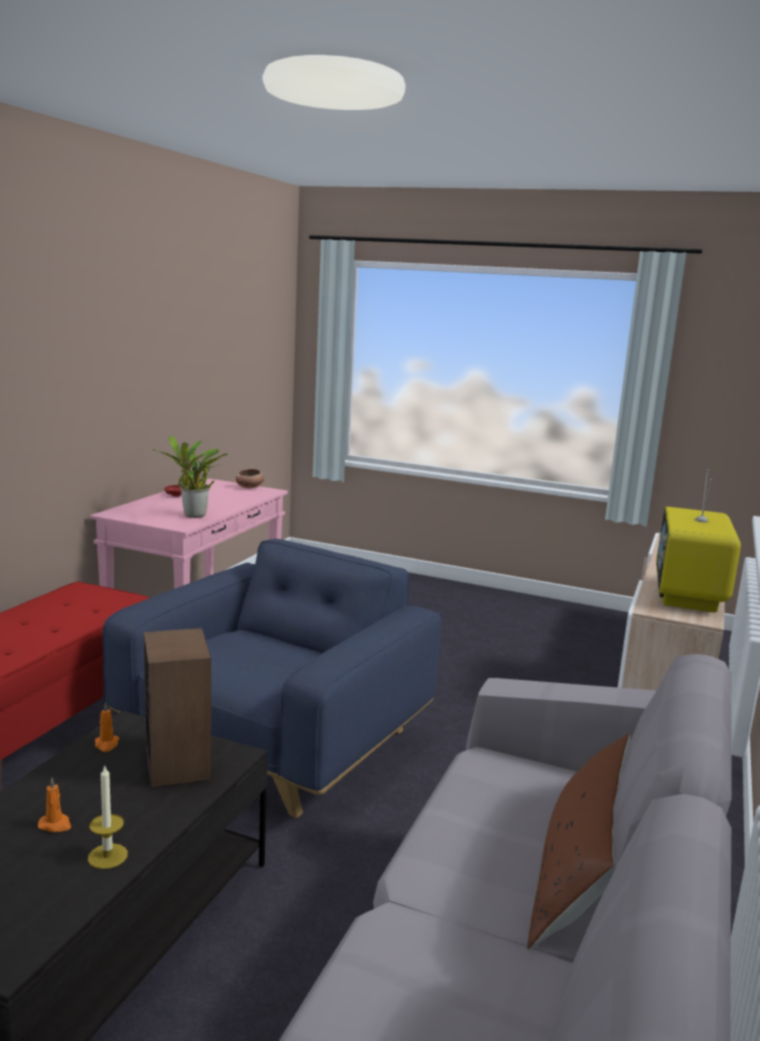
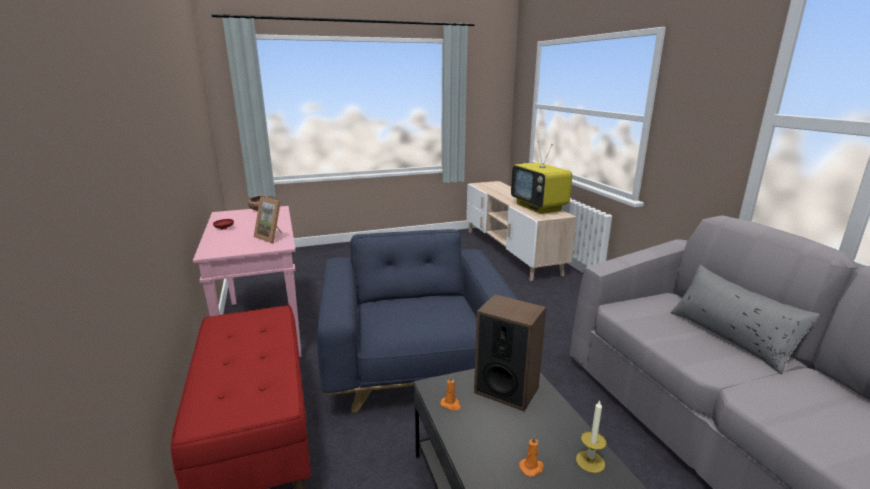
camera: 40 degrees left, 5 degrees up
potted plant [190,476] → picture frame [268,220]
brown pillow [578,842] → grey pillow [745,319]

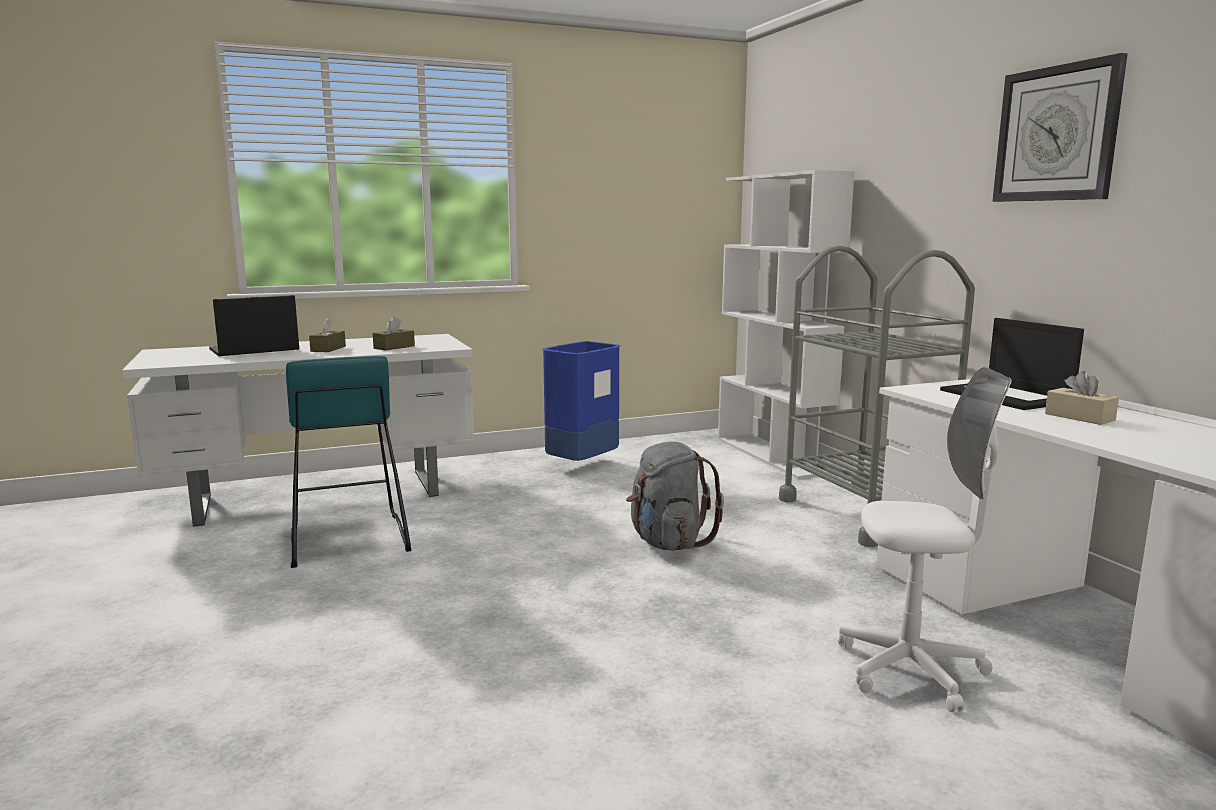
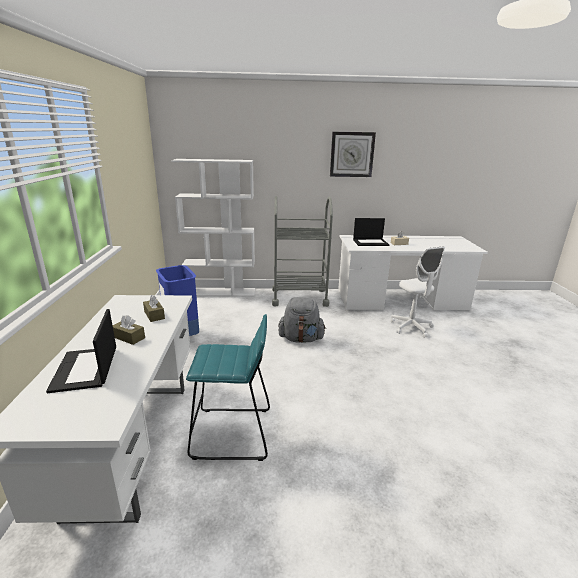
camera: 70 degrees left, 10 degrees up
white office chair [925,539] → white office chair [418,292], 135 degrees clockwise

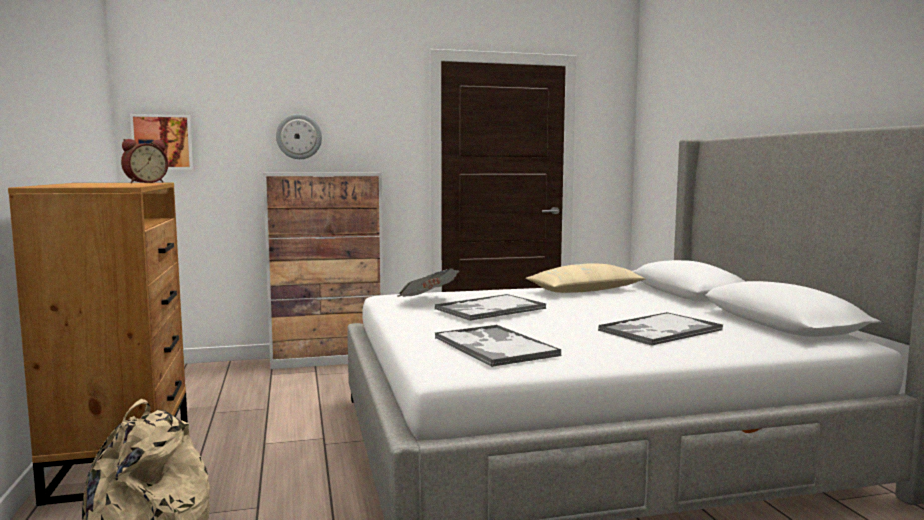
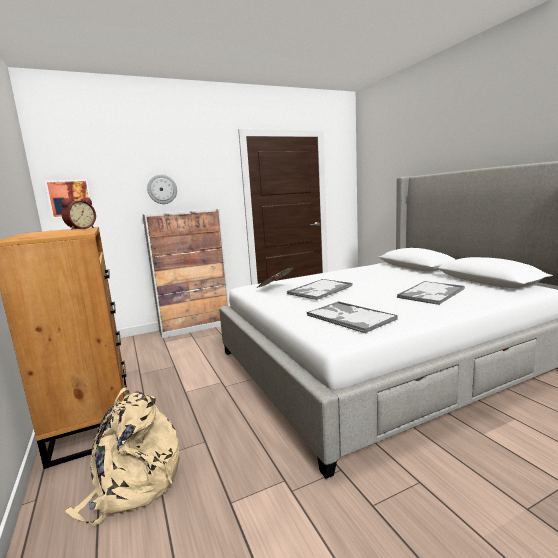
camera: 10 degrees left, 5 degrees up
beige pillow [585,278] → -

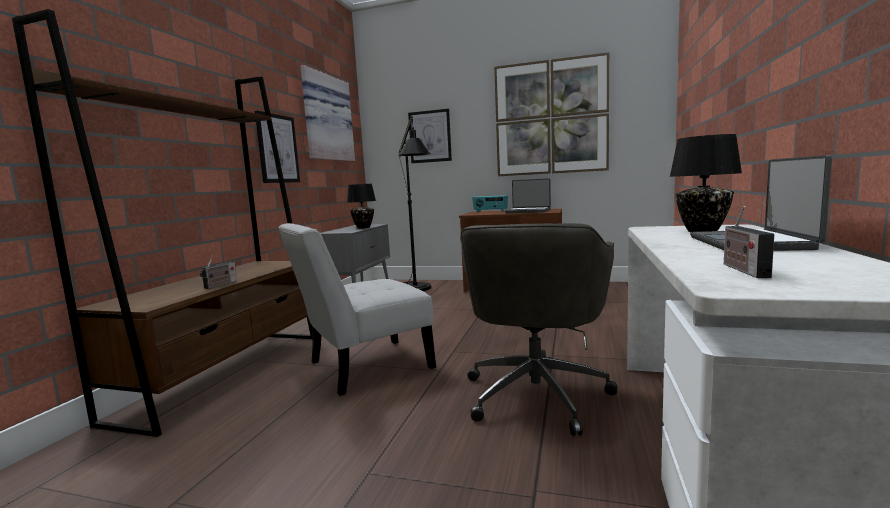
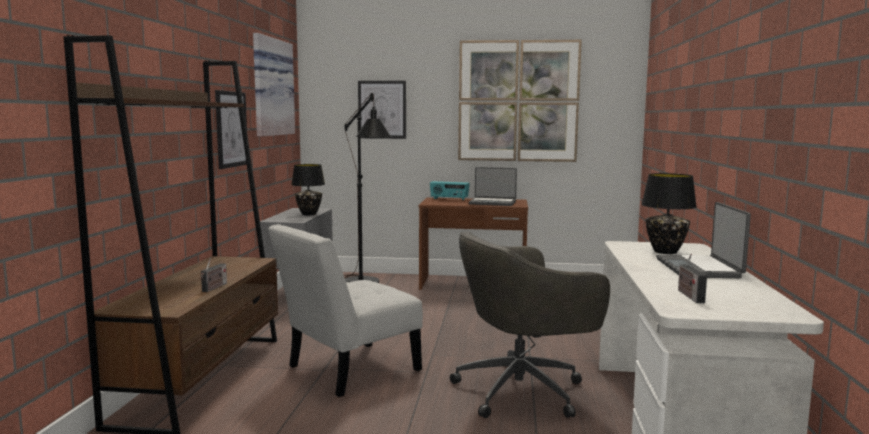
camera: 10 degrees left, 0 degrees up
grey office chair [539,329] → grey office chair [530,324], 60 degrees clockwise

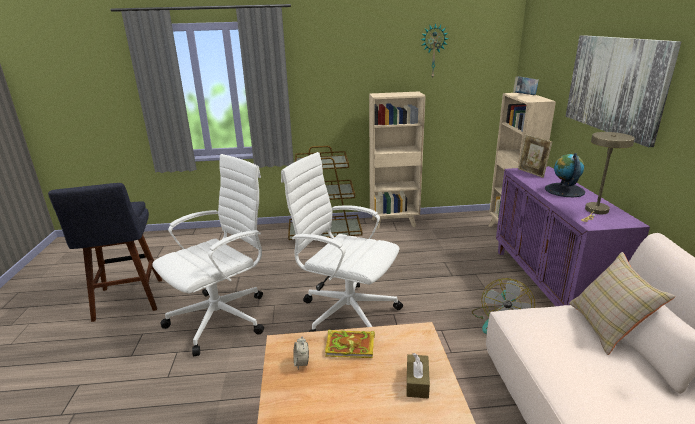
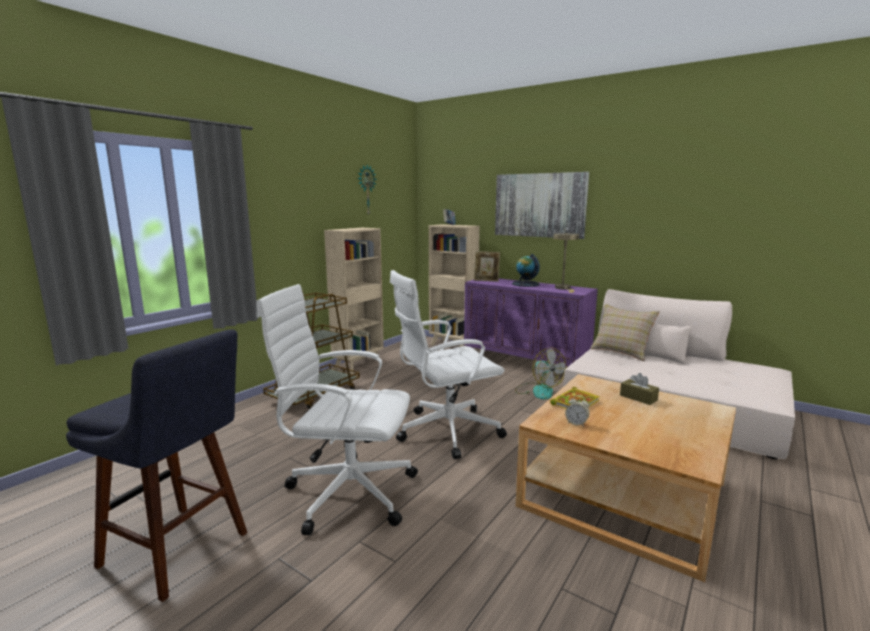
camera: 50 degrees left, 10 degrees down
white office chair [208,255] → white office chair [337,409], 75 degrees counterclockwise

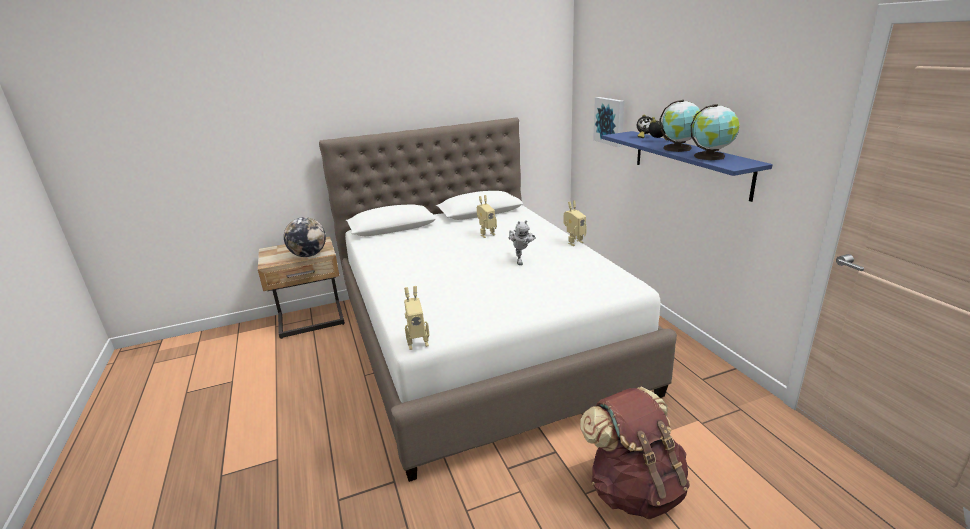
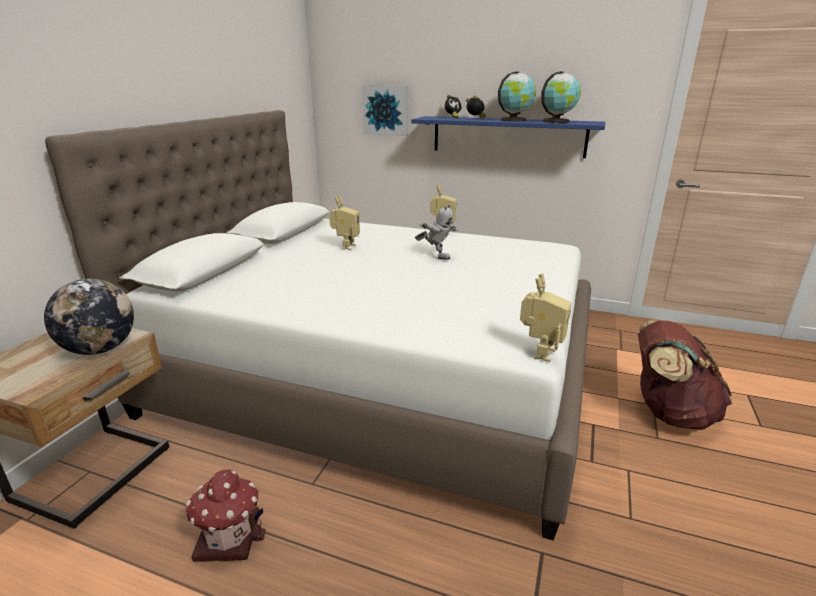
camera: 50 degrees left, 0 degrees up
- → toy house [226,515]

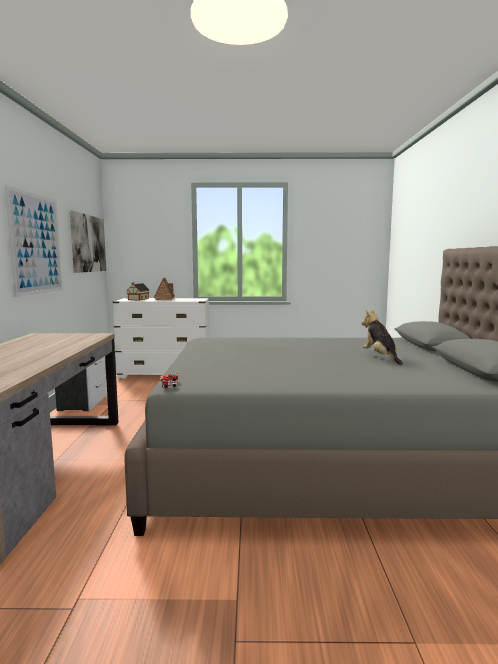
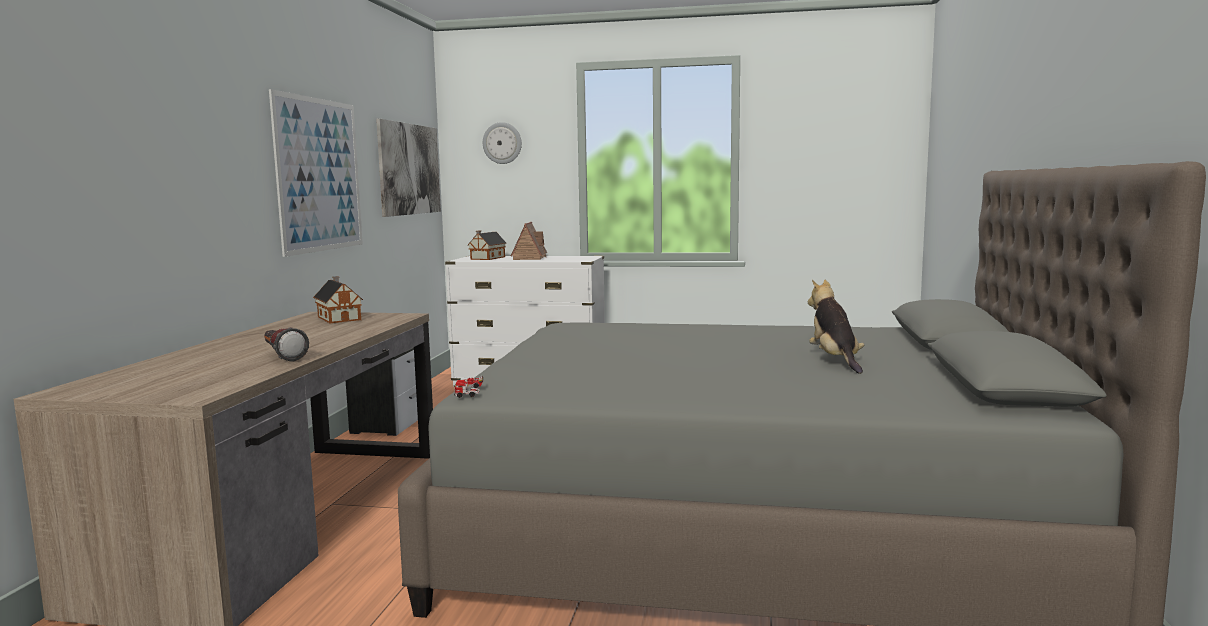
camera: 10 degrees right, 0 degrees up
- → flashlight [286,344]
- → toy house [338,300]
- → wall clock [502,143]

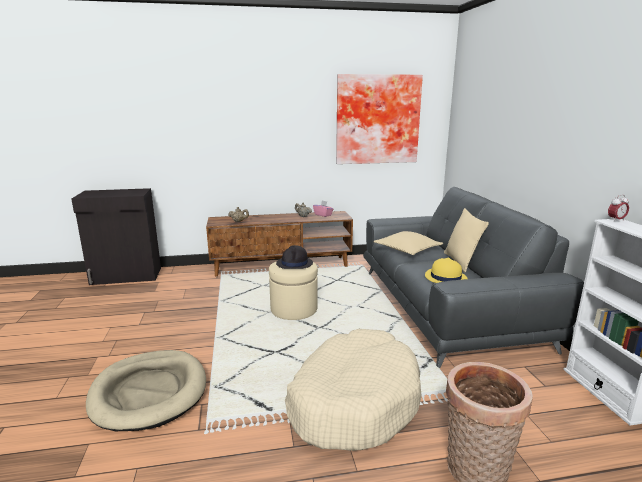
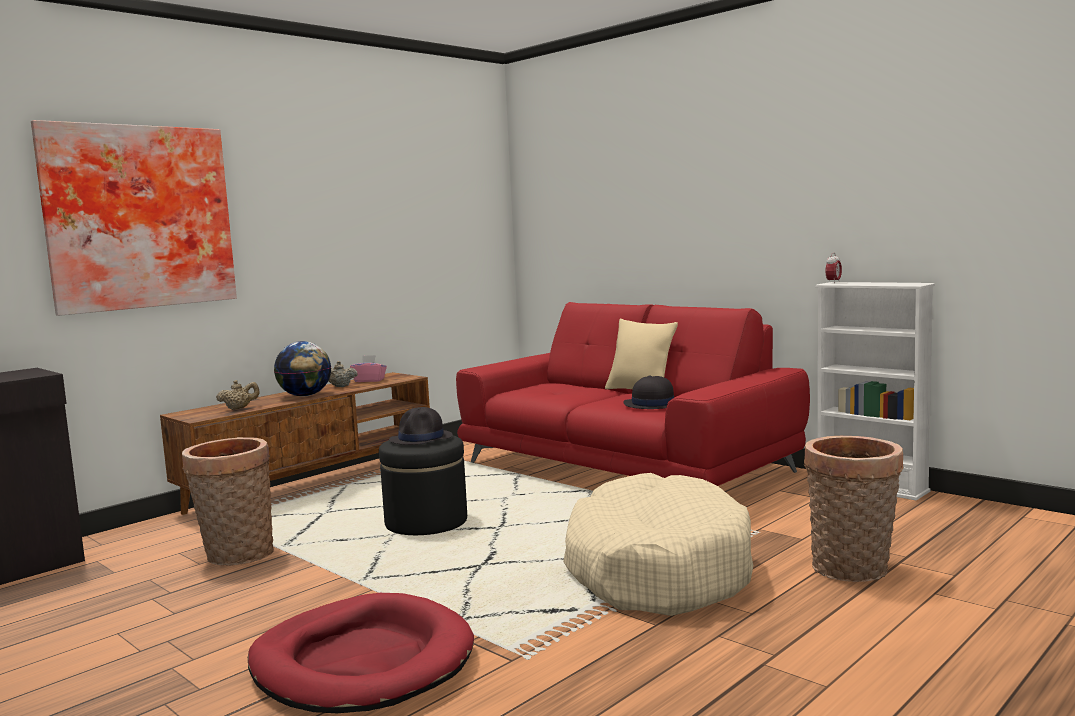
camera: 35 degrees left, 10 degrees down
beige dog bed [146,390] → red dog bed [361,653]
beige ottoman [293,290] → black ottoman [423,485]
picture [379,119] → picture [134,218], shifted
grey sofa [473,277] → red sofa [633,394]
beige pillow [408,243] → -
yellow hat [446,270] → black hat [648,392]
- → basket [228,501]
- → globe [302,369]

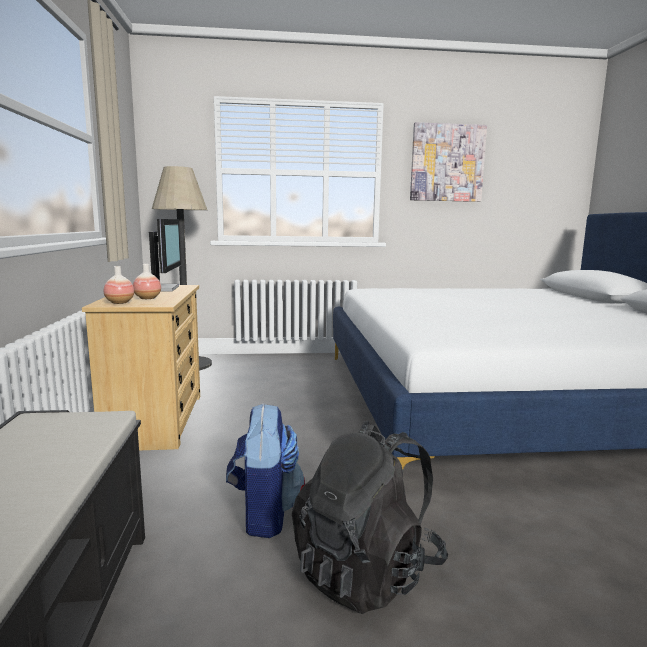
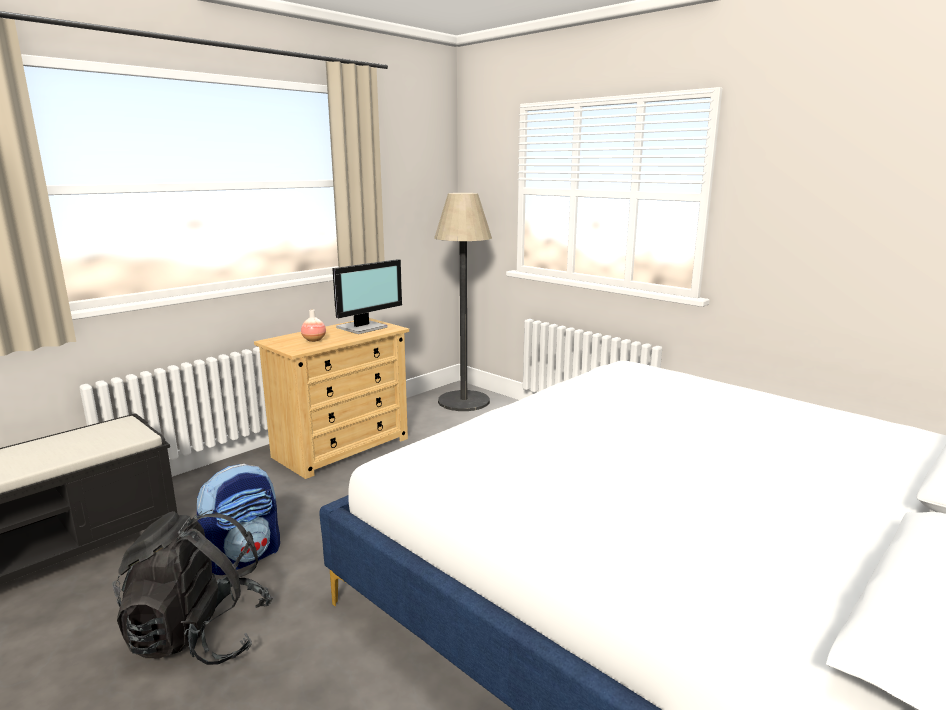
camera: 50 degrees right, 5 degrees up
vase [119,285] → -
picture [448,162] → -

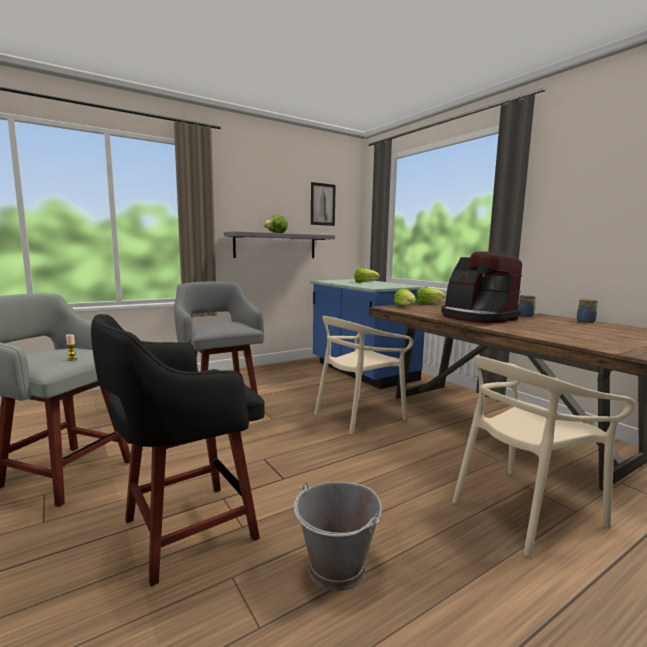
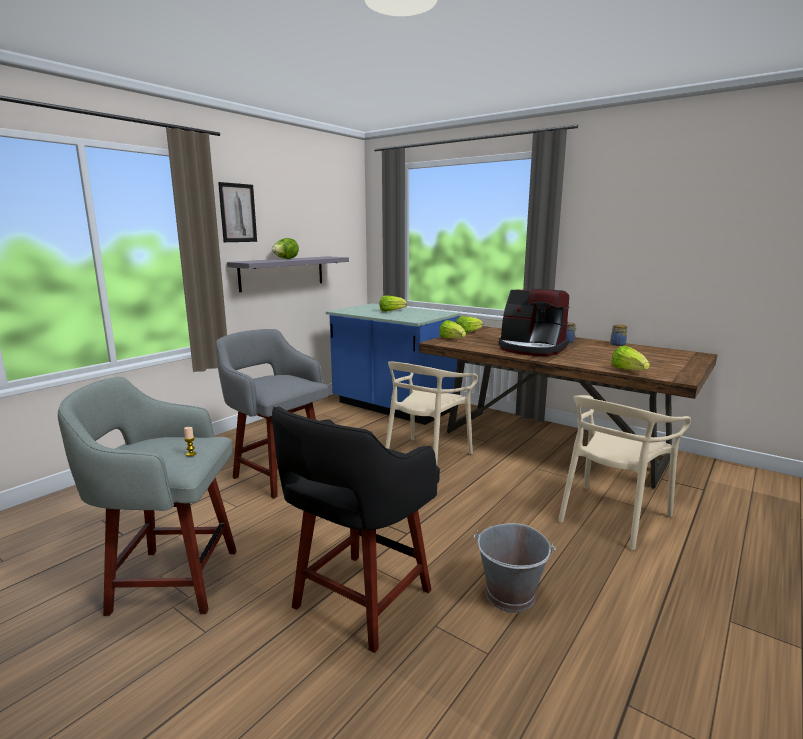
camera: 20 degrees left, 5 degrees up
picture [323,204] → picture [237,212], shifted
- → lettuce [630,358]

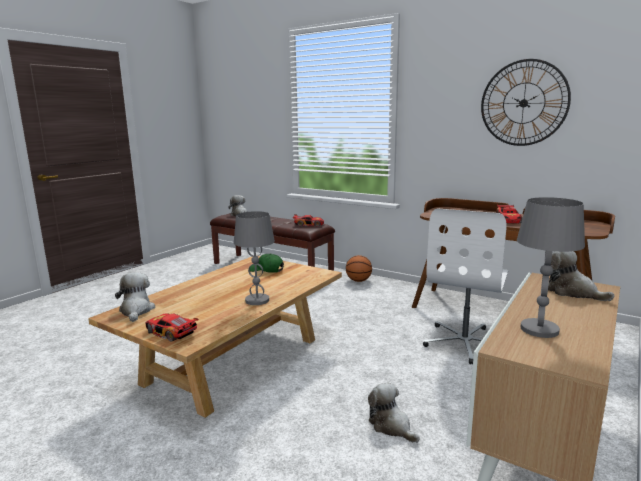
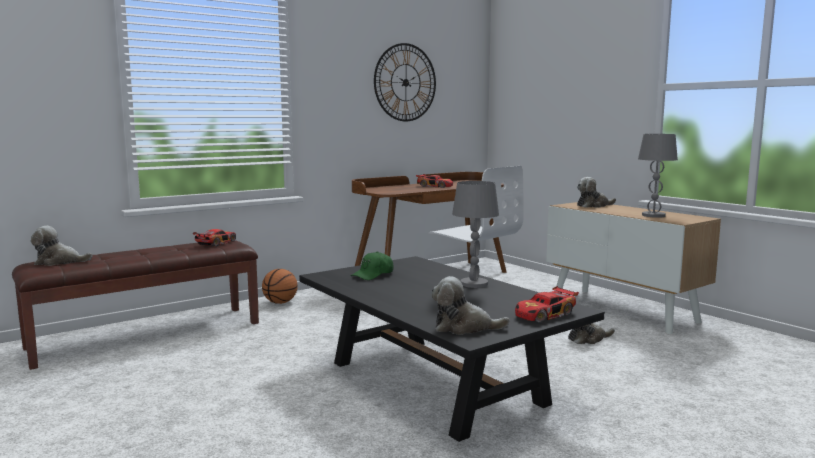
camera: 70 degrees left, 5 degrees down
beige coffee table [215,336] → black coffee table [452,349]

